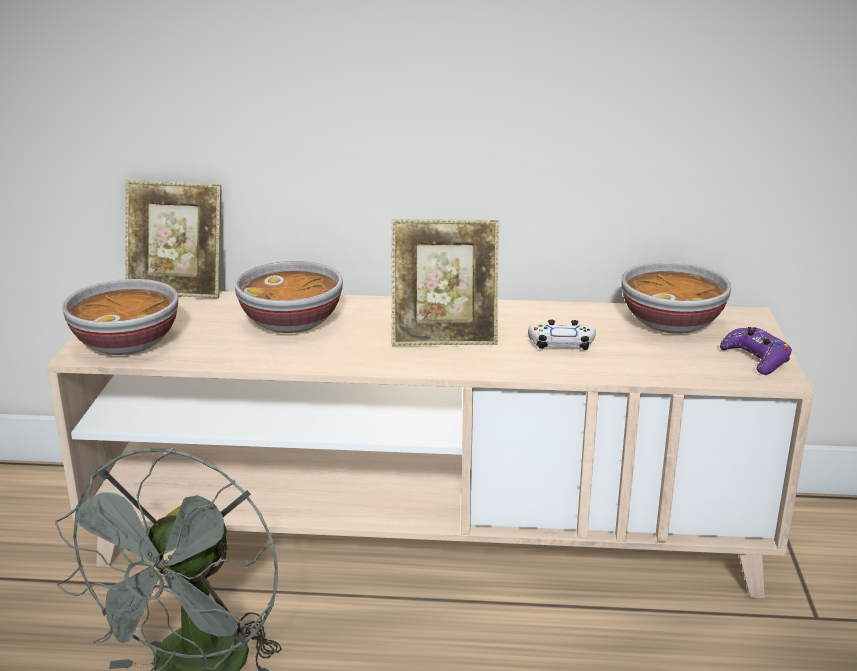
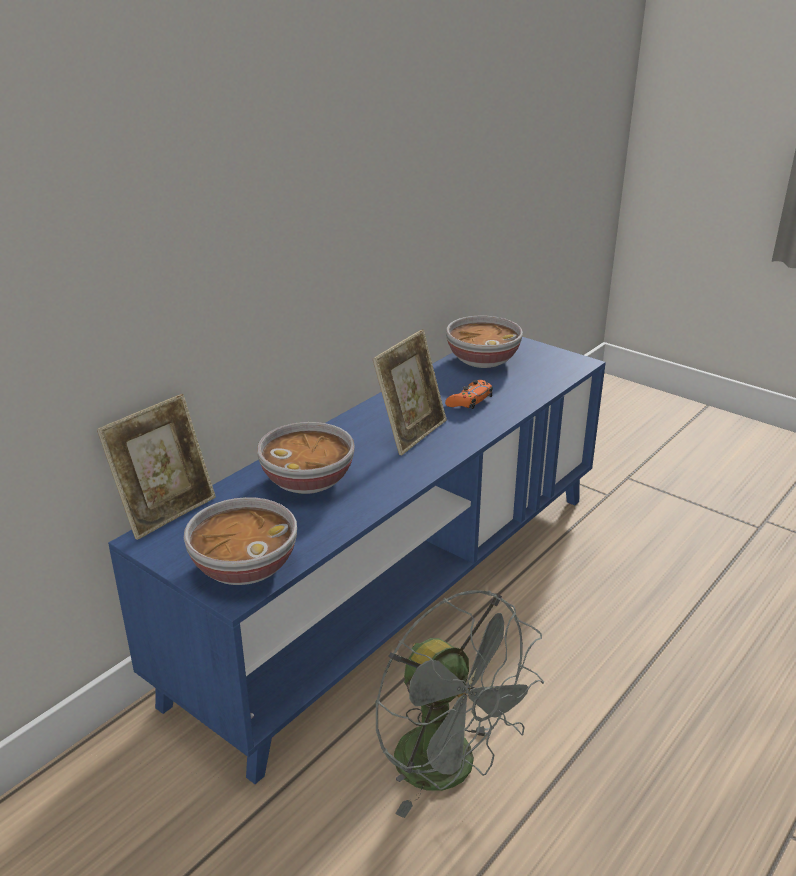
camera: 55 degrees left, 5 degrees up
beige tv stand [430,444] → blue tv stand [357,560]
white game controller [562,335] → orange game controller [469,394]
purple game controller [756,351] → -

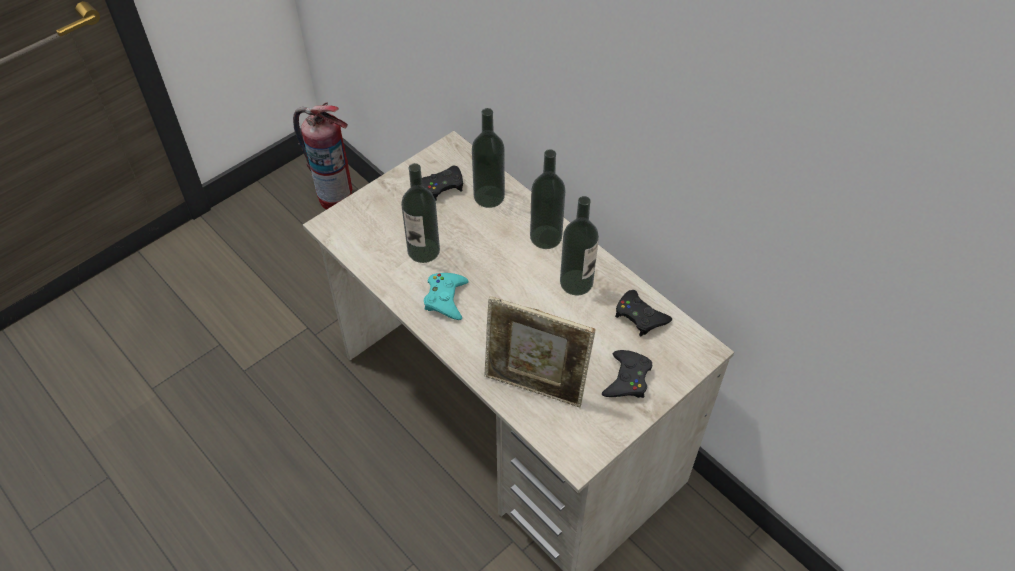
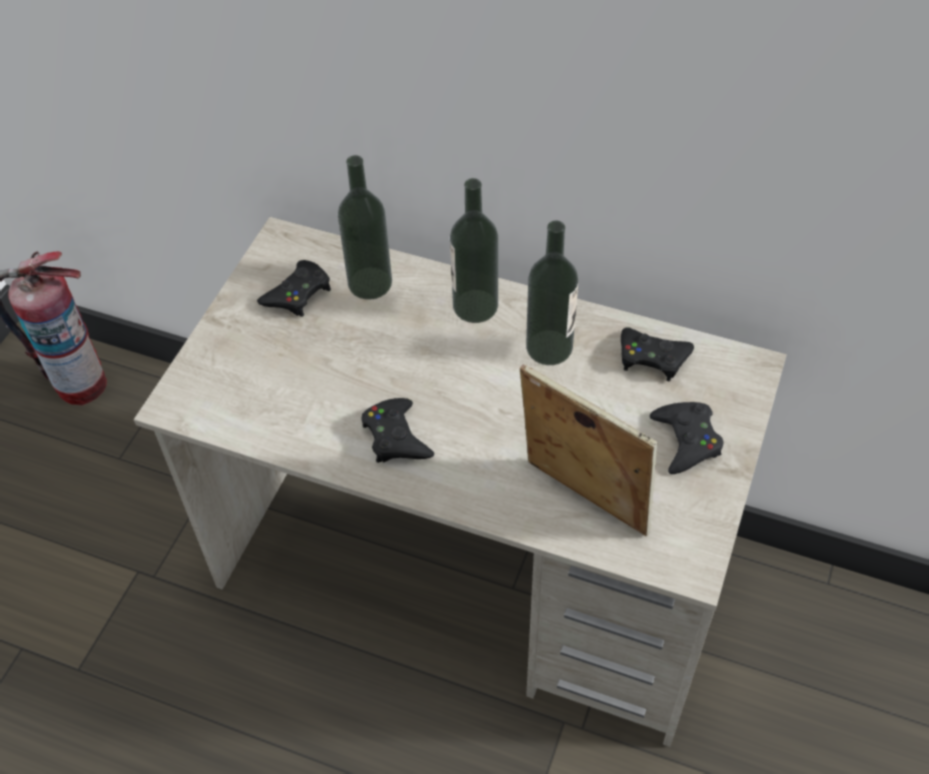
camera: 25 degrees left, 0 degrees up
bottle [420,213] → -
turquoise game controller [446,296] → black game controller [397,430]
picture frame [540,351] → picture frame [588,450], 135 degrees counterclockwise

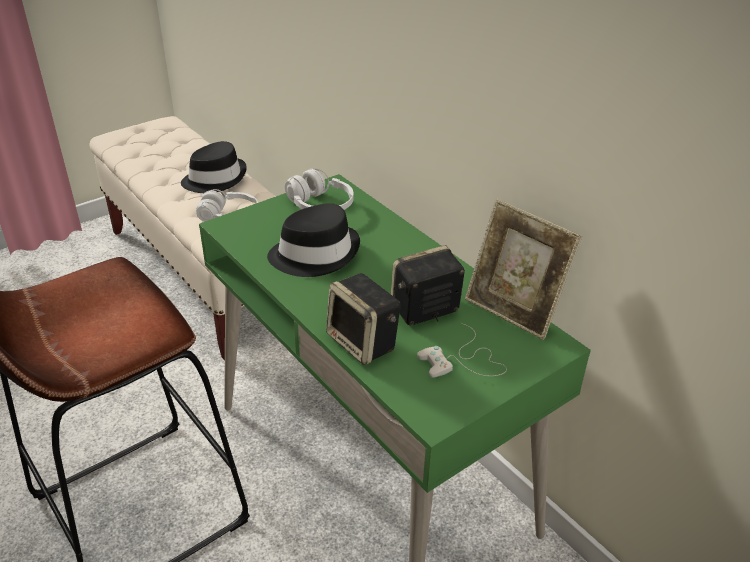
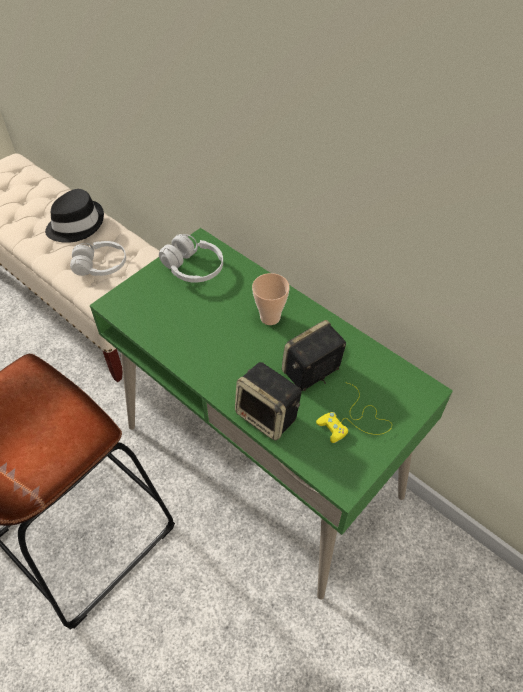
camera: 10 degrees left, 15 degrees up
black hat [313,240] → -
white game controller [462,351] → yellow game controller [354,412]
picture frame [523,269] → -
- → cup [270,299]

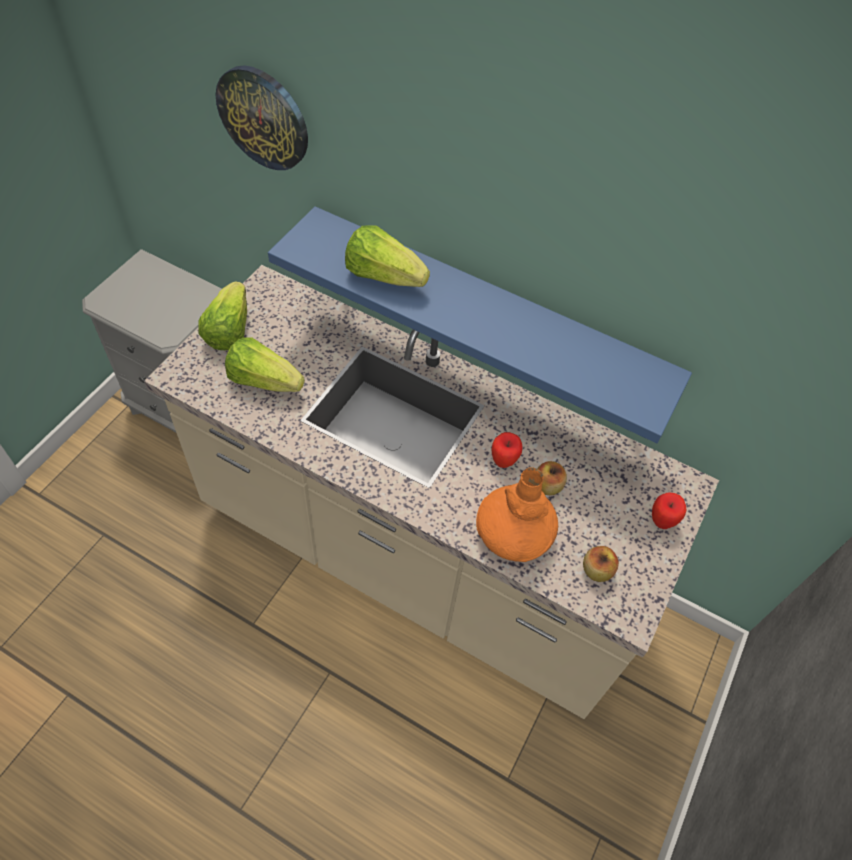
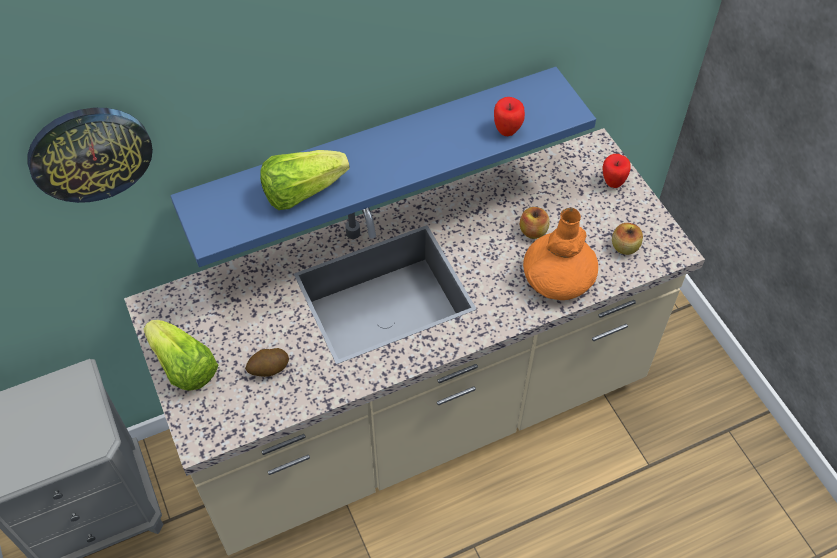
camera: 50 degrees left, 0 degrees up
lettuce [265,365] → potato [267,362]
apple [507,450] → apple [509,116], shifted

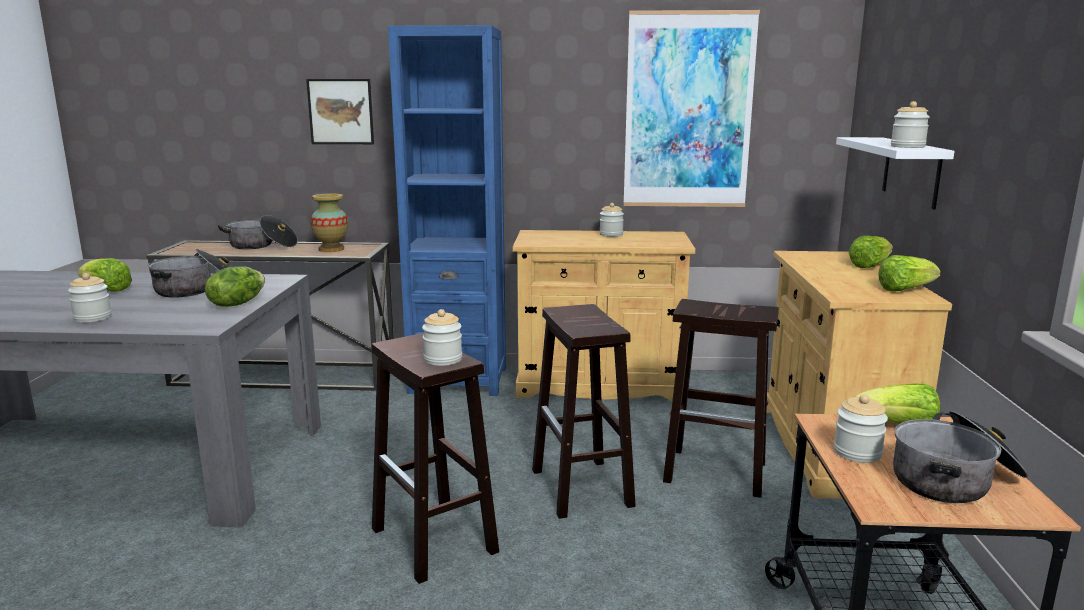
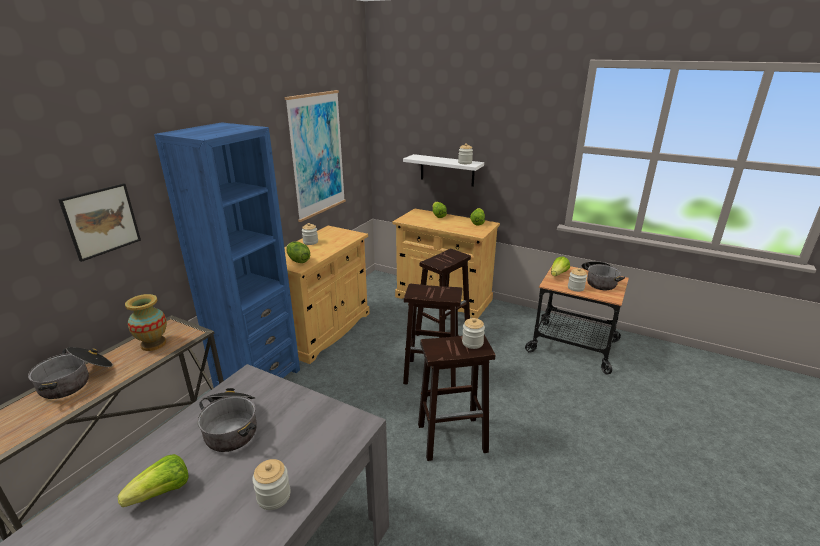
camera: 65 degrees left, 10 degrees up
lettuce [235,286] → lettuce [298,252], shifted

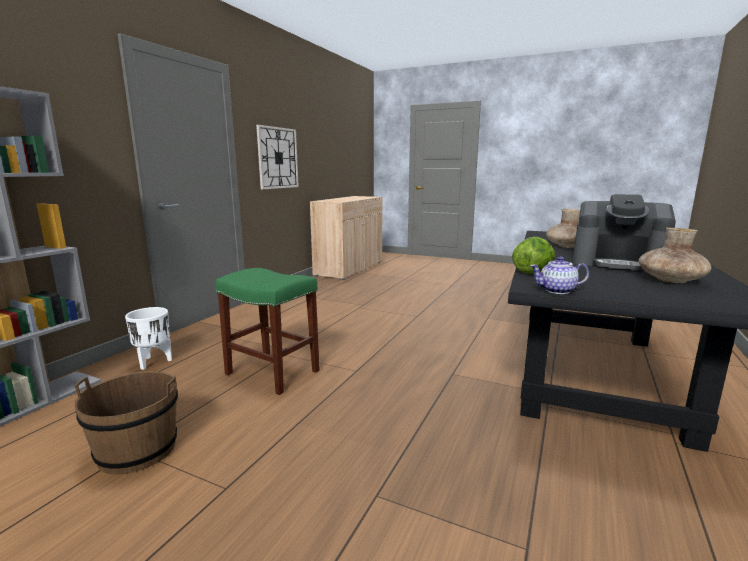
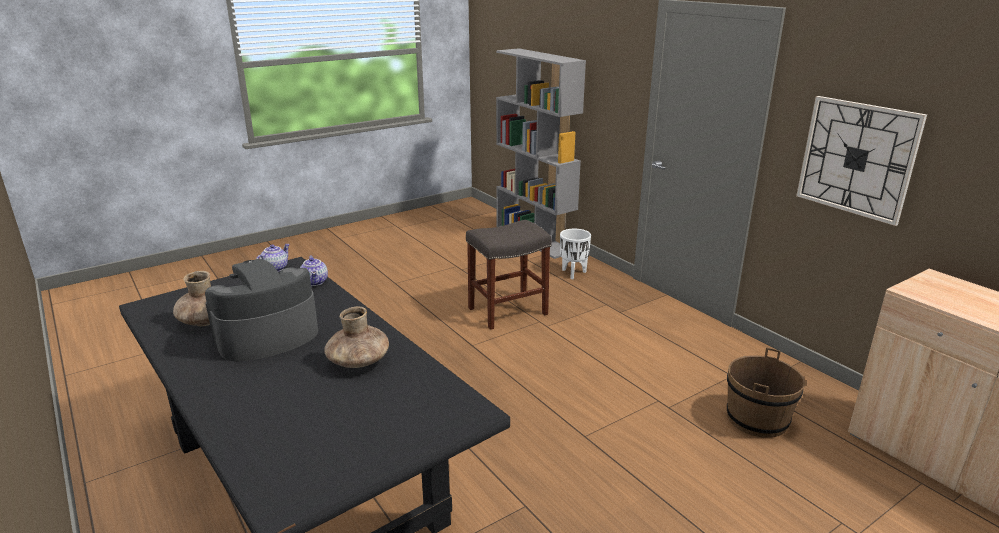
camera: 120 degrees right, 10 degrees up
brown bucket [126,423] → brown bucket [766,392], shifted
green stool [267,331] → grey stool [509,275]
lettuce [533,255] → teapot [314,270]

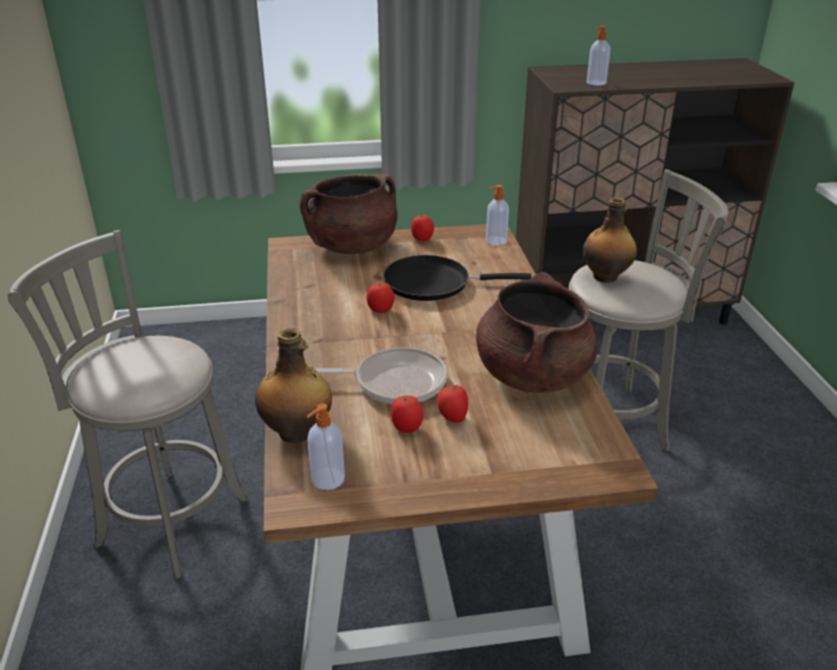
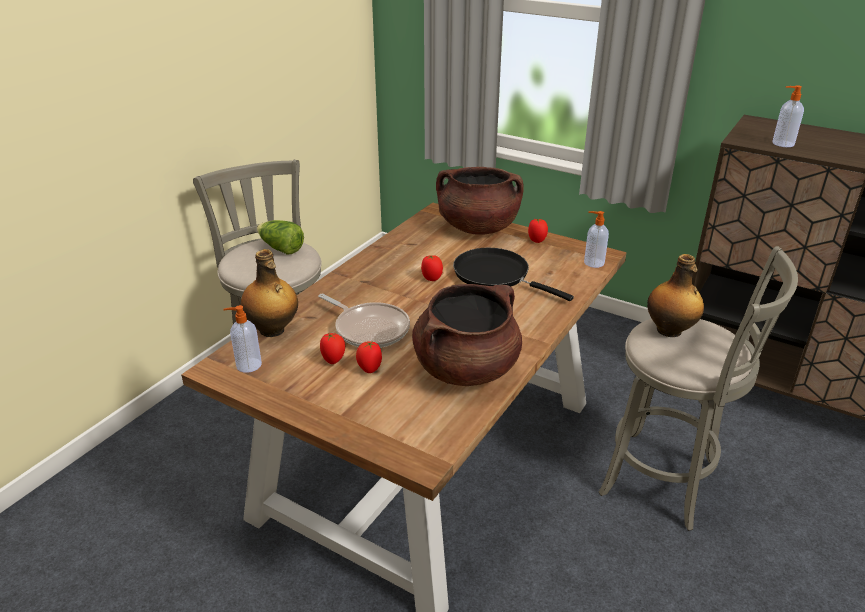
camera: 40 degrees right, 0 degrees up
- → lettuce [280,237]

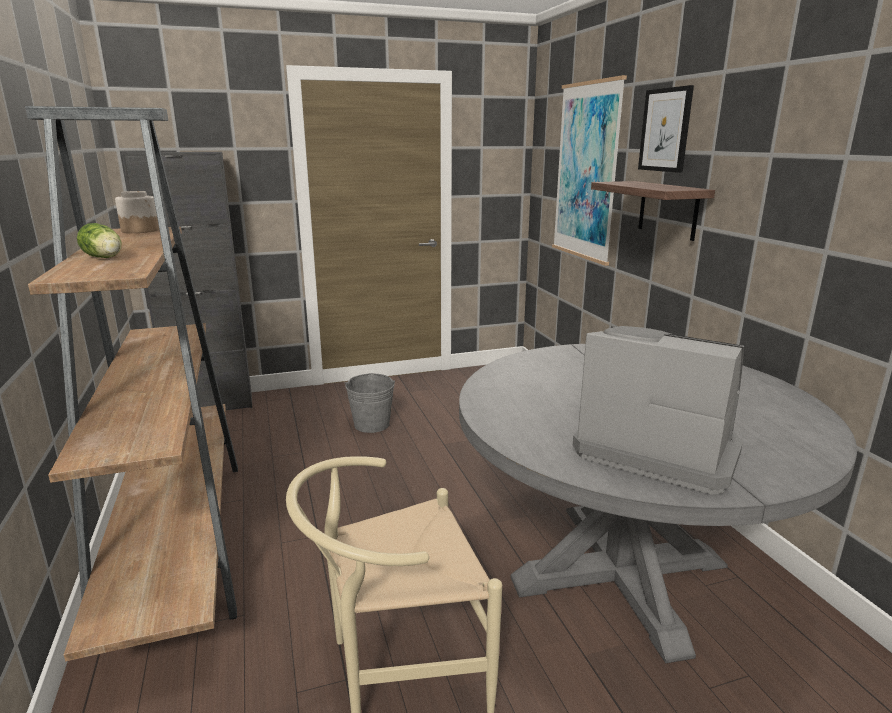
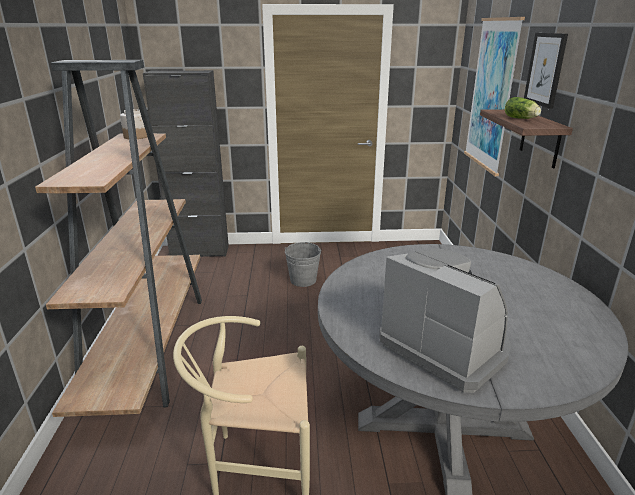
camera: 15 degrees right, 5 degrees up
lettuce [99,240] → lettuce [523,108], shifted

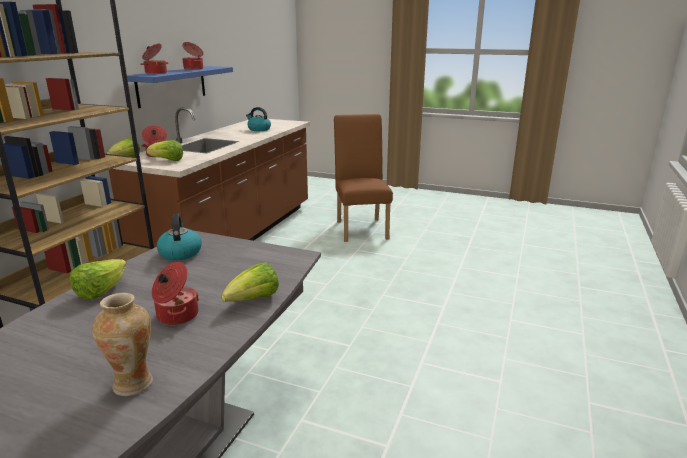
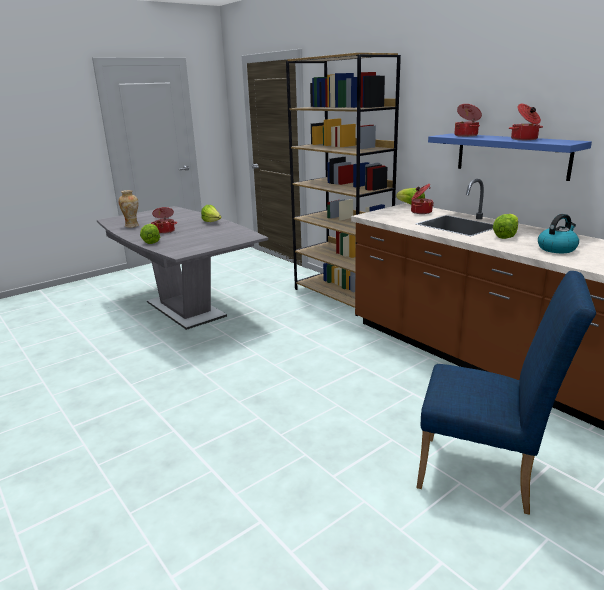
camera: 120 degrees right, 0 degrees up
lettuce [164,150] → lettuce [505,226], shifted
kettle [179,237] → -
brown chair [363,178] → blue chair [506,393]

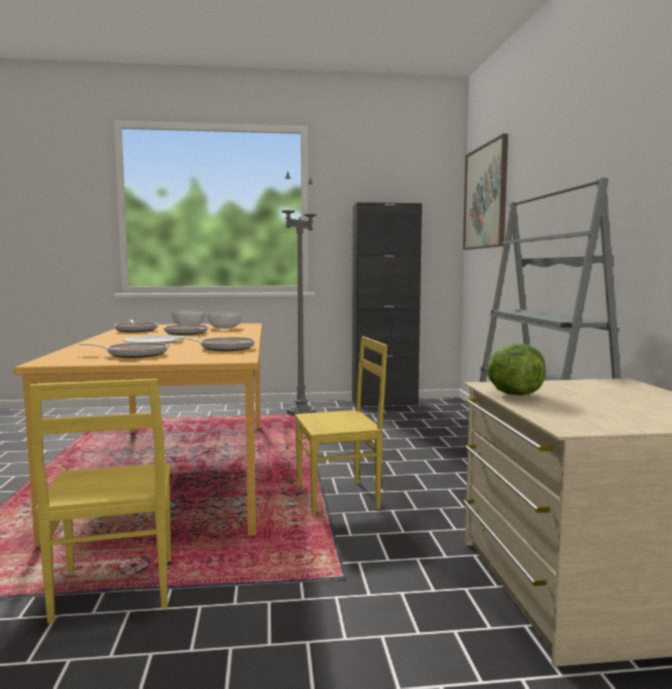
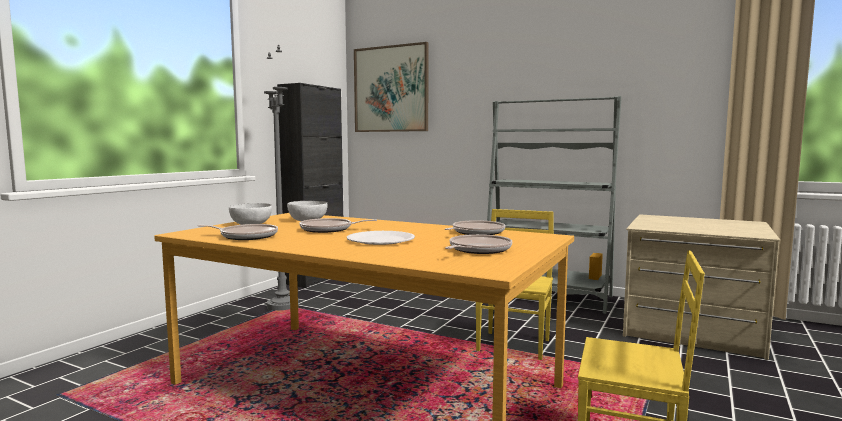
camera: 55 degrees left, 0 degrees up
lettuce [516,369] → -

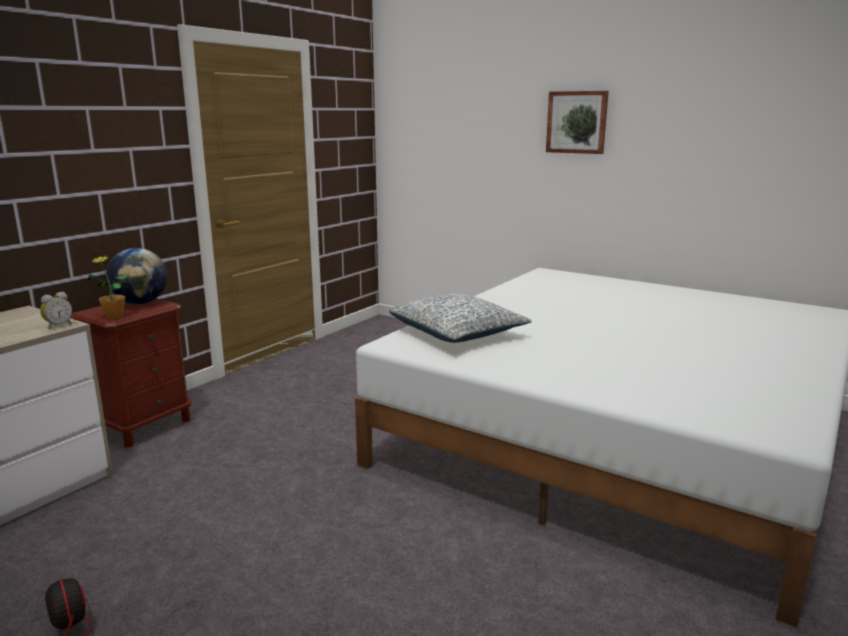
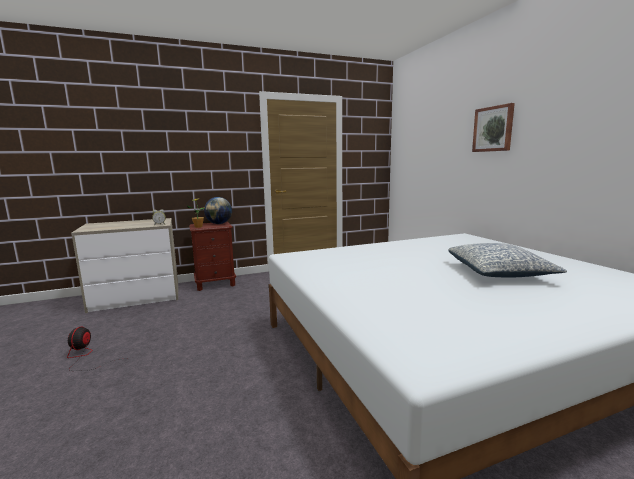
camera: 35 degrees right, 5 degrees down
pillow [460,318] → pillow [508,260], shifted

